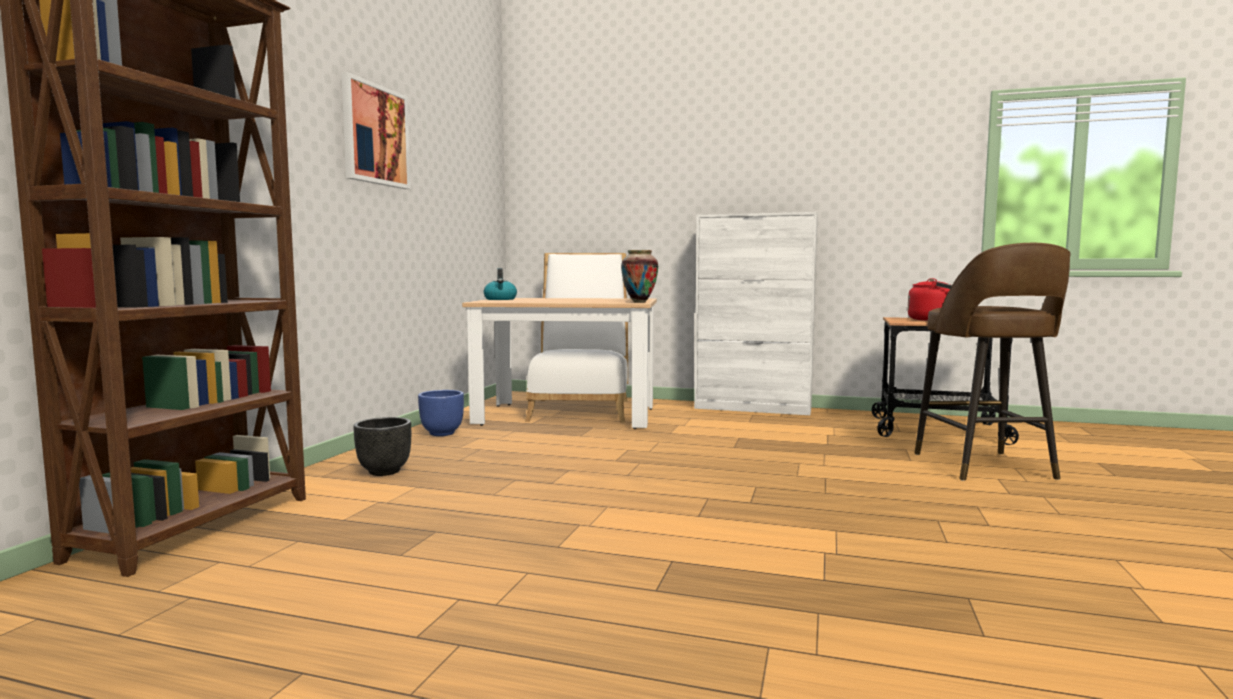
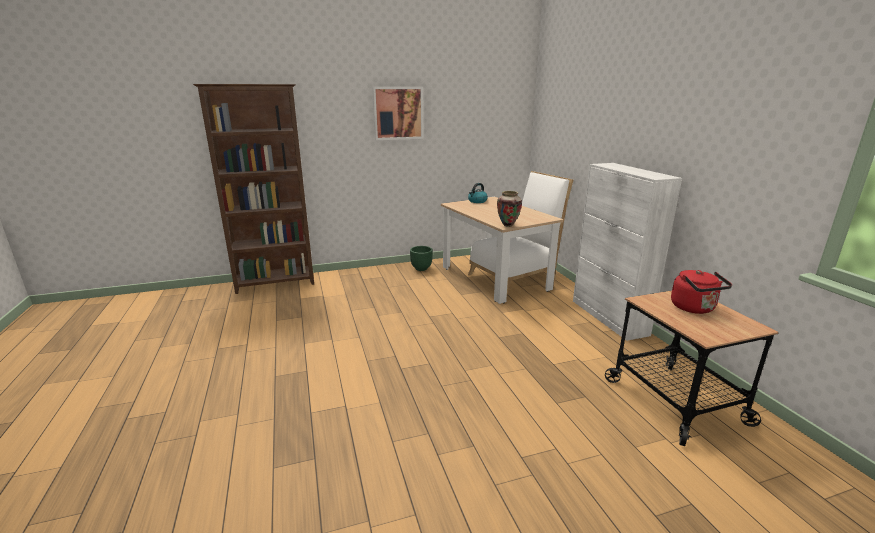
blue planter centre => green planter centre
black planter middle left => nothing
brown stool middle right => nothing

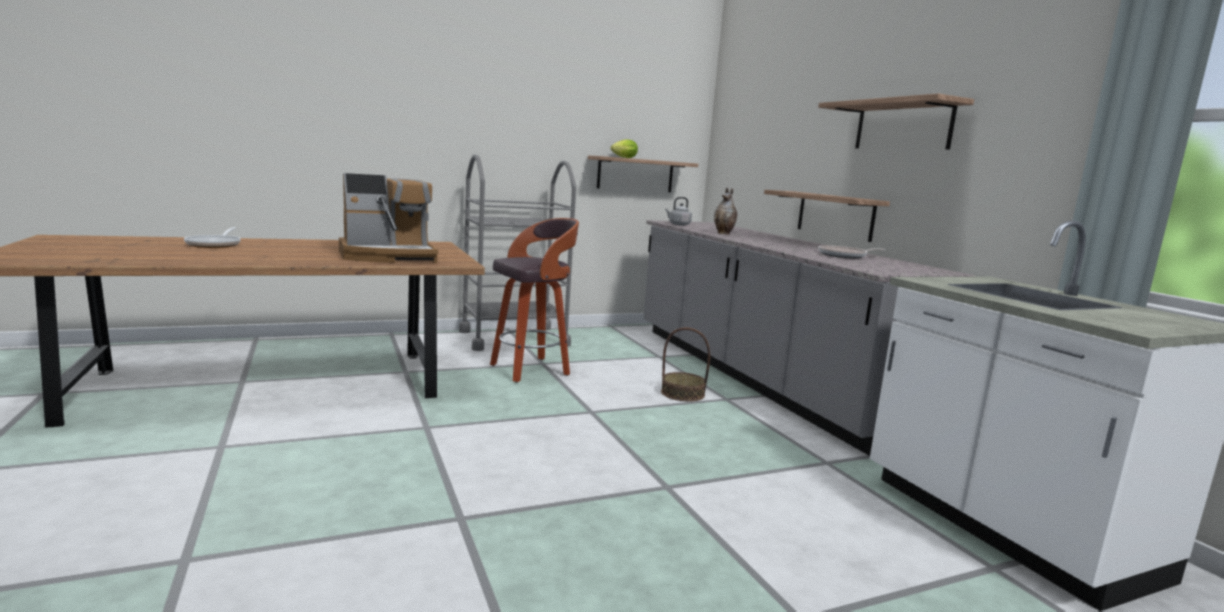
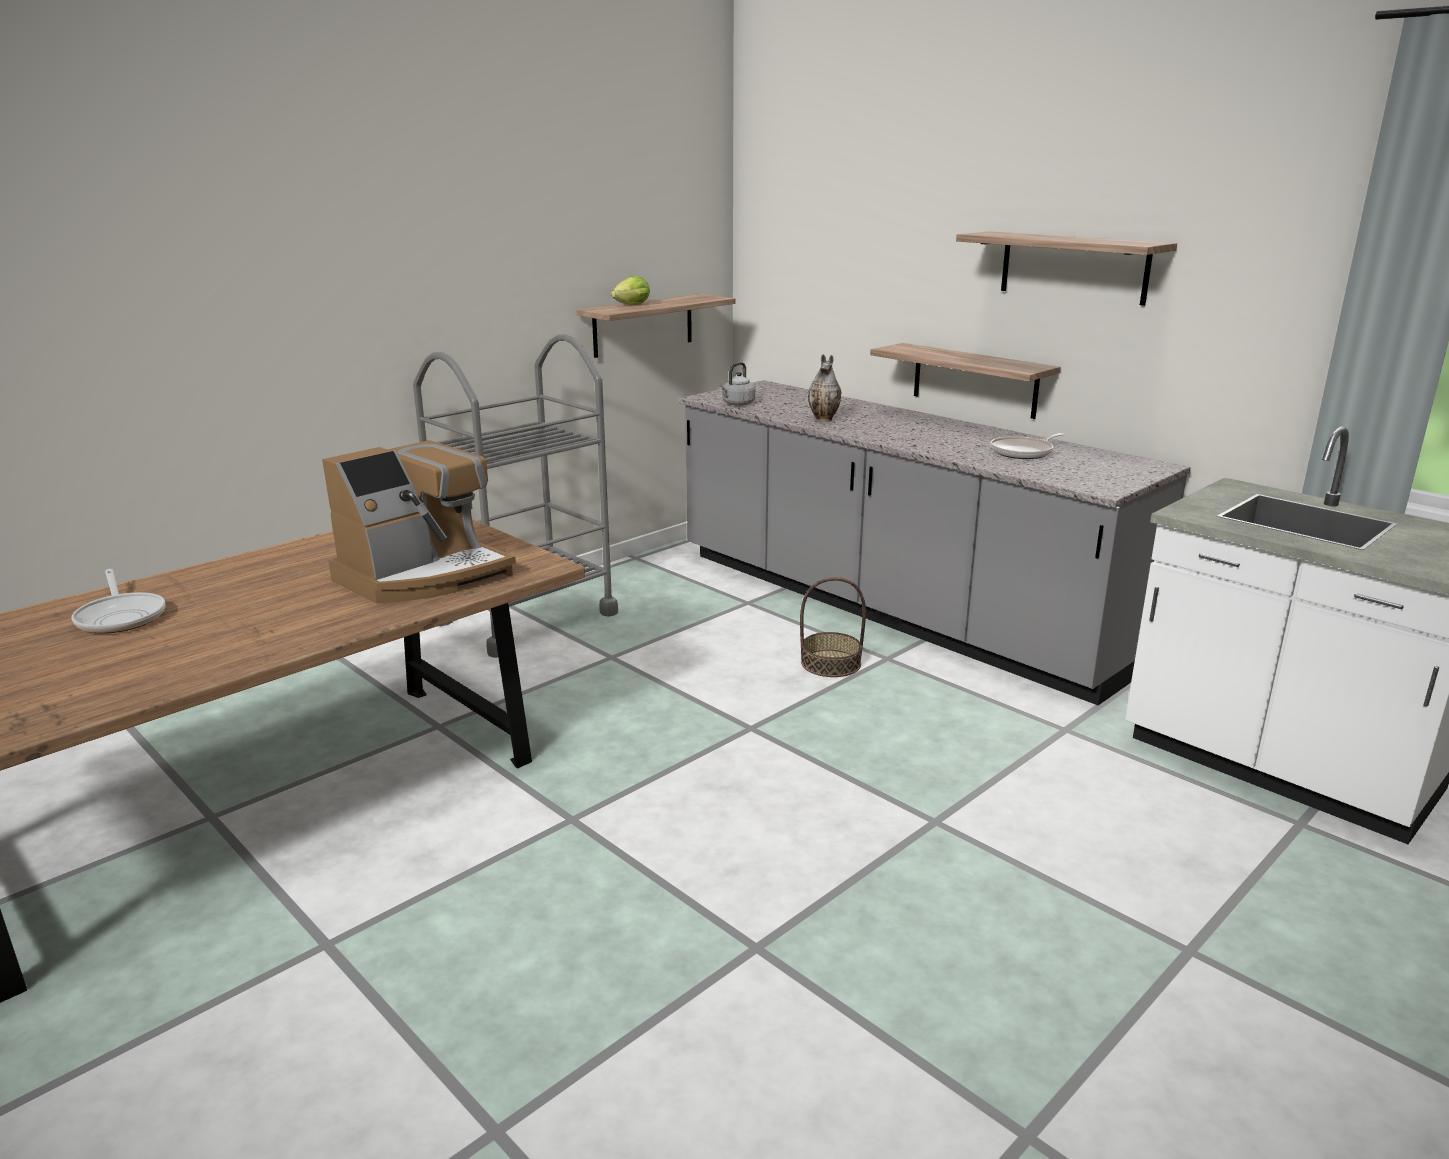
stool centre => nothing

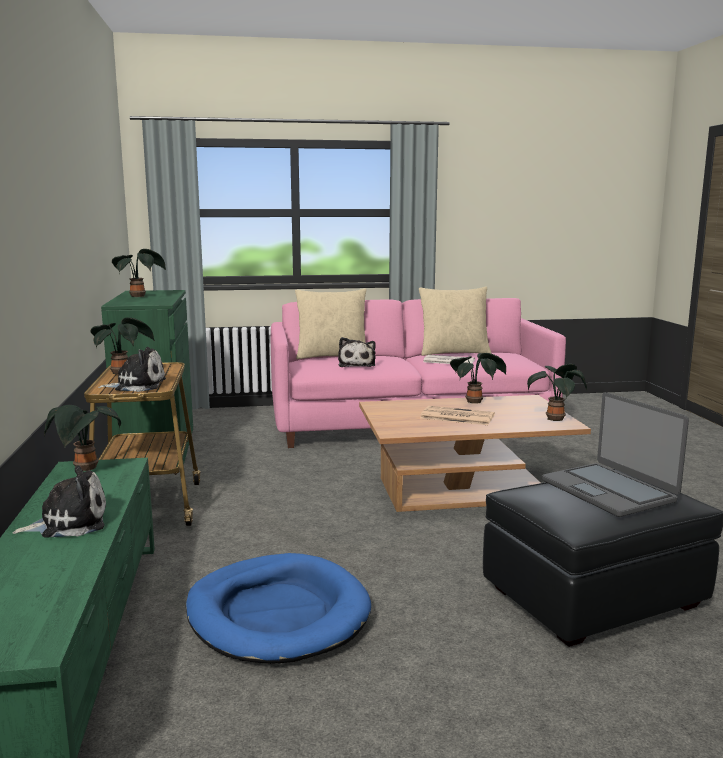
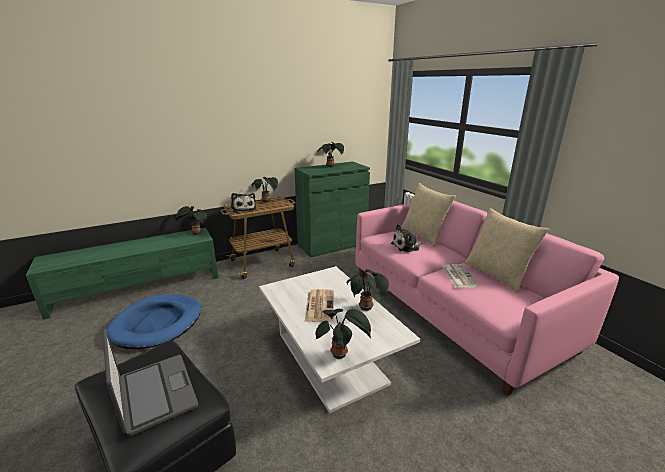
laptop middle right => laptop bottom left, 105 degrees clockwise
brown coffee table centre => white coffee table bottom centre
plush toy (no. 1 from left) middle left => nothing

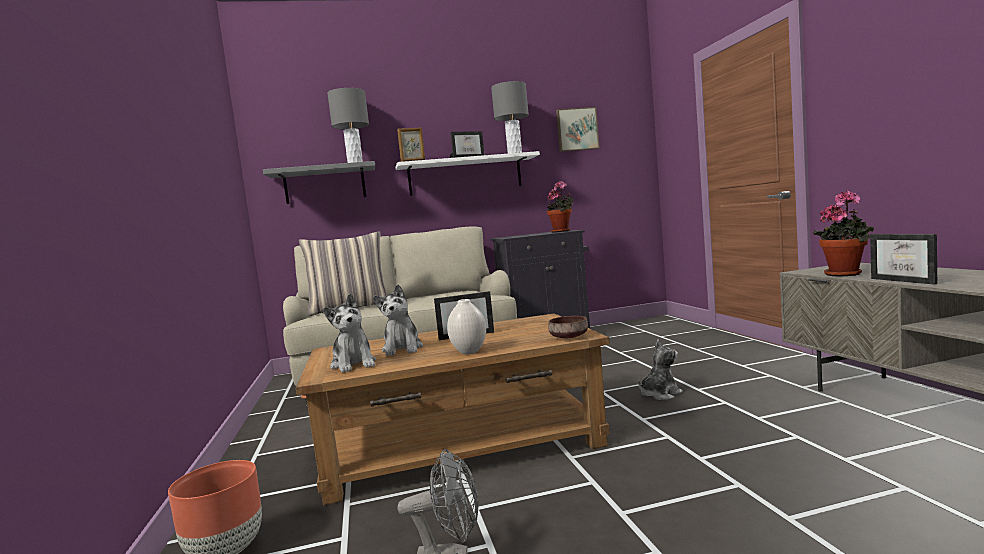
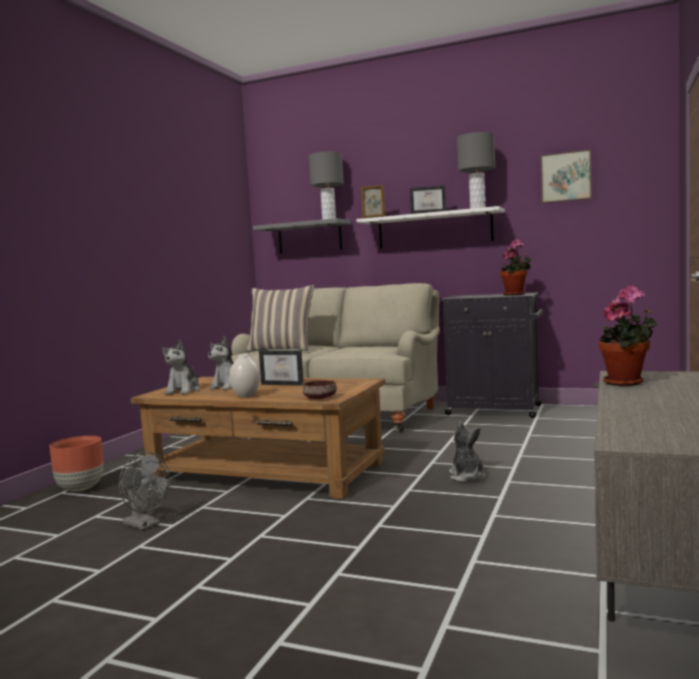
plush toy (no. 3 from left) bottom right => plush toy (no. 3 from left) middle right, 105 degrees counterclockwise
picture frame (no. 4 from left) middle right => nothing

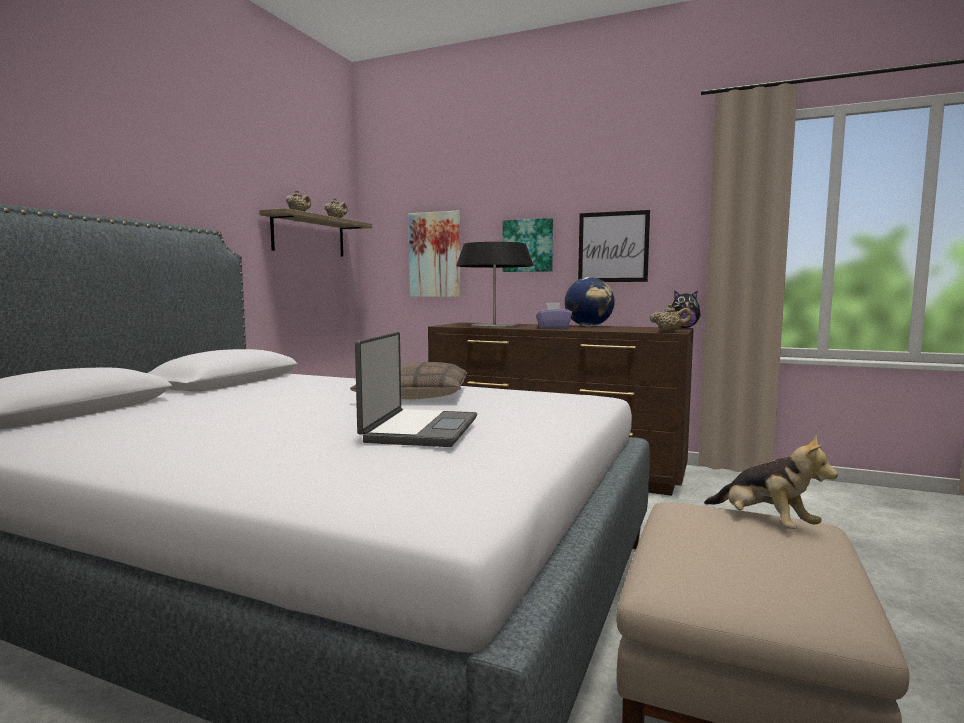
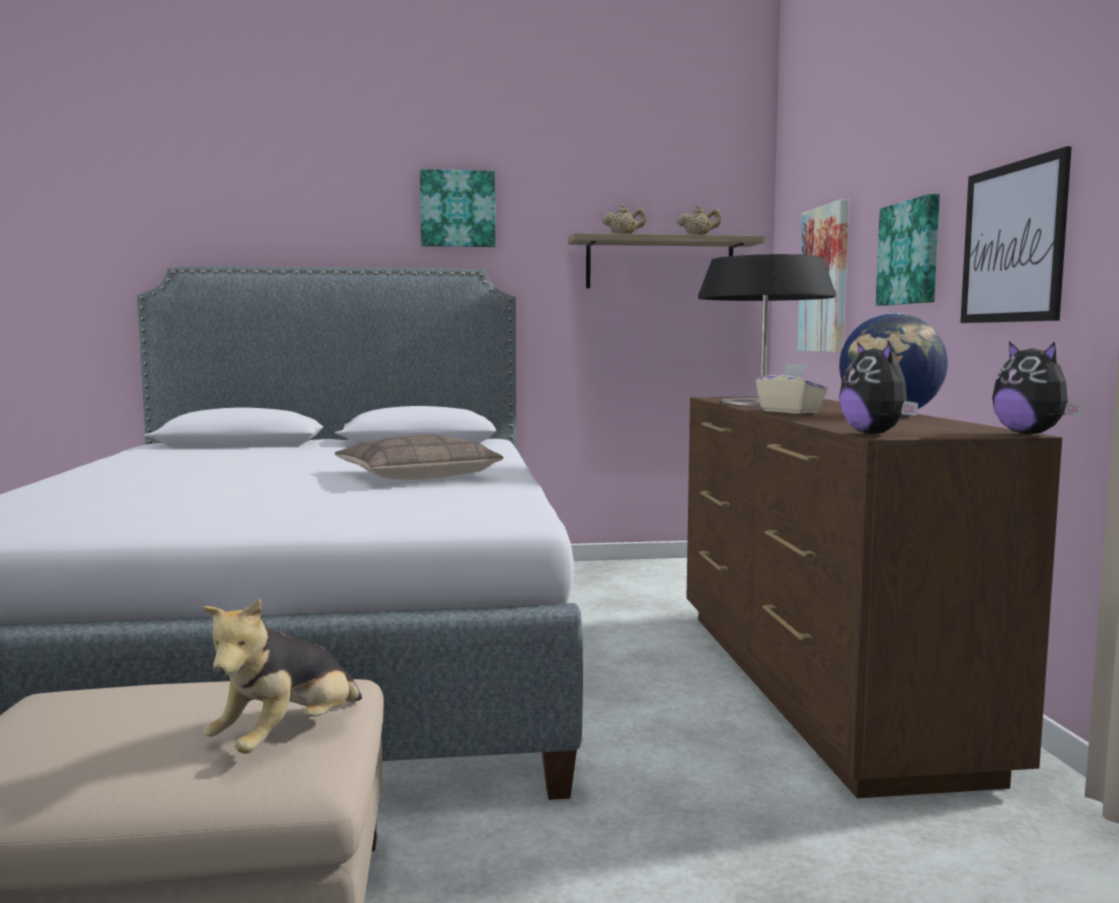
nothing => picture (no. 1 from left) top centre
purple tissue box centre => beige tissue box middle right
beige teapot (no. 3 from left) middle right => plush toy (no. 2 from left) middle right
laptop centre => nothing

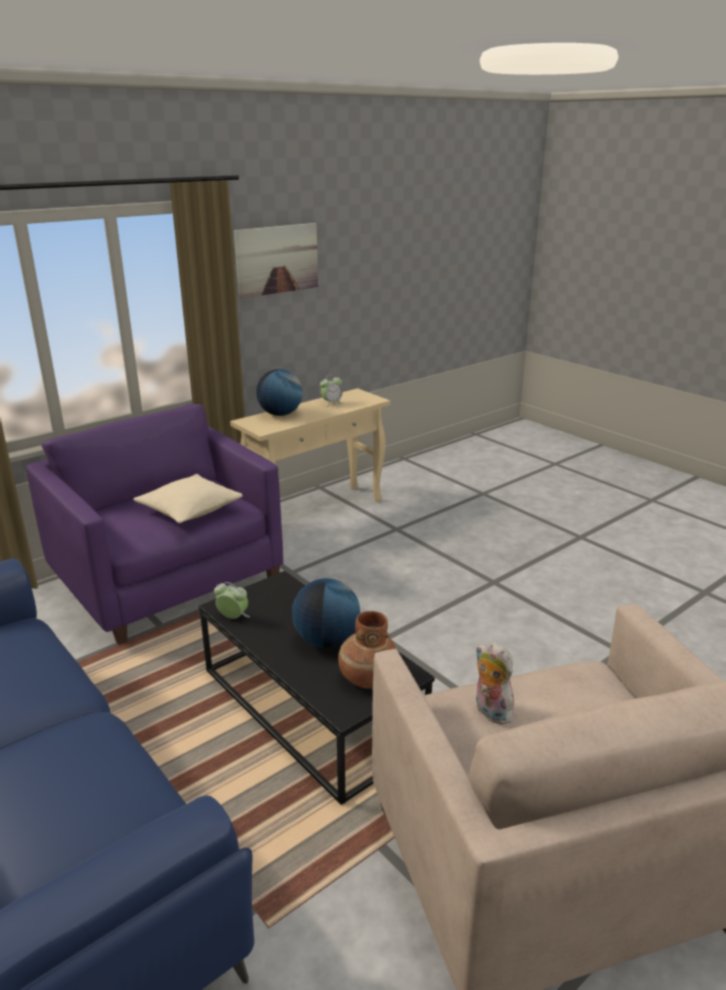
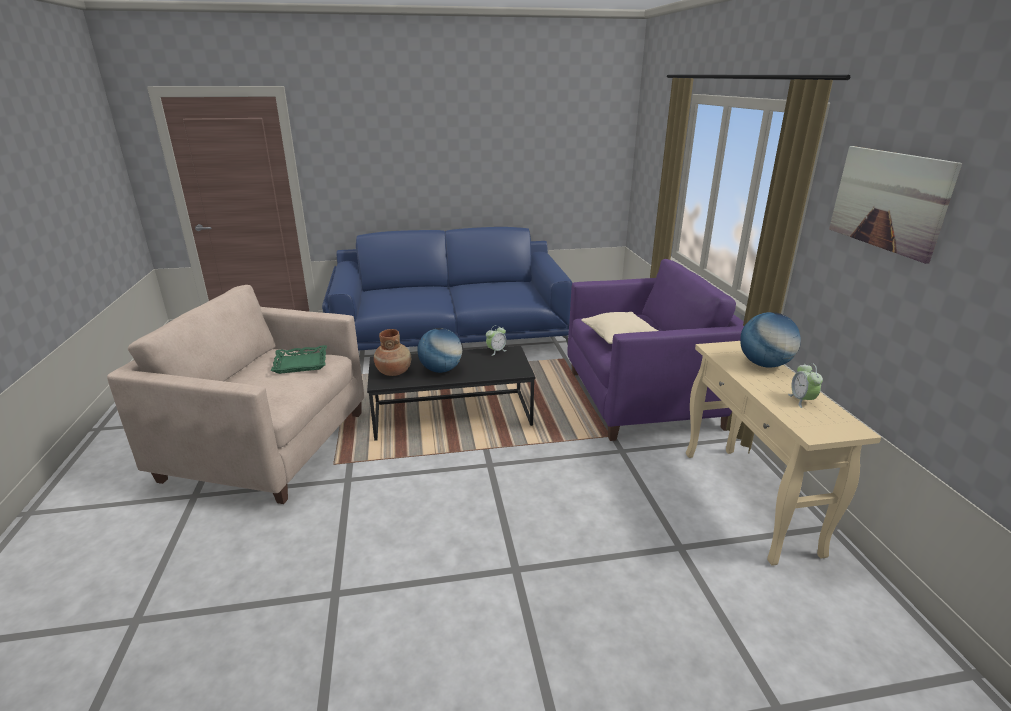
plush toy bottom right => green tray middle left

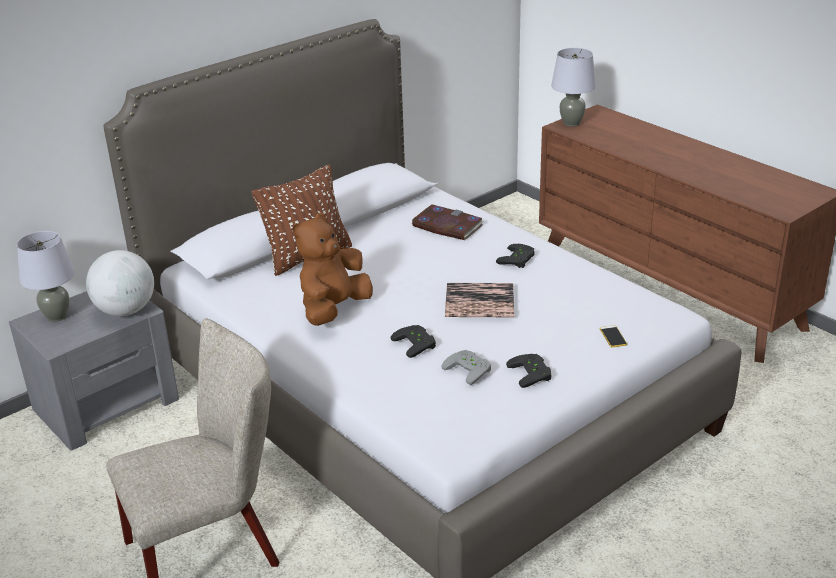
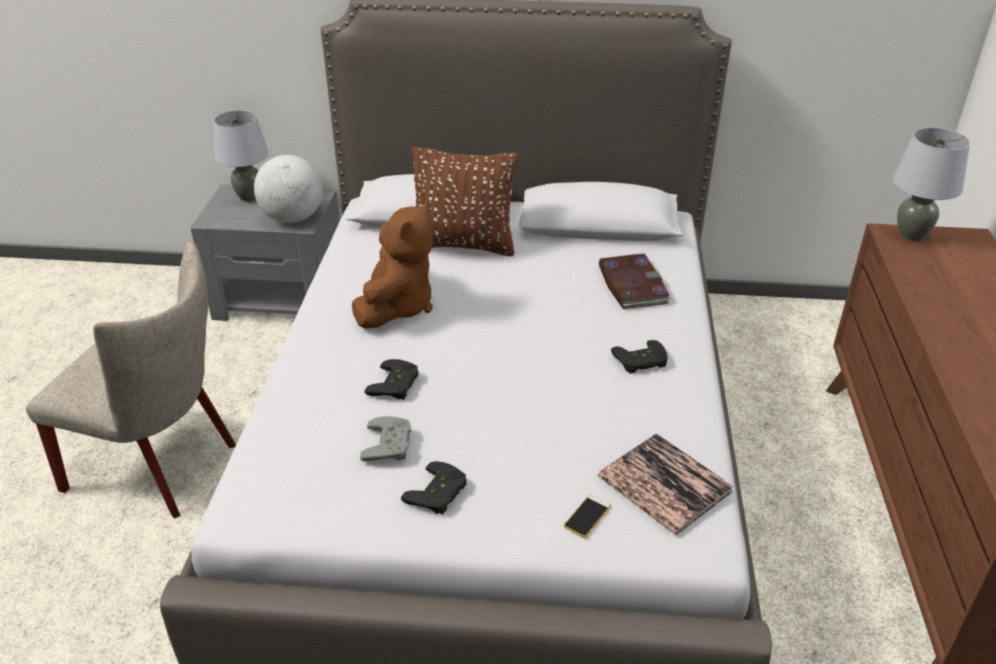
brown plush toy centre, 120 degrees clockwise
book (no. 2 from left) centre => book (no. 2 from left) bottom right, relocated

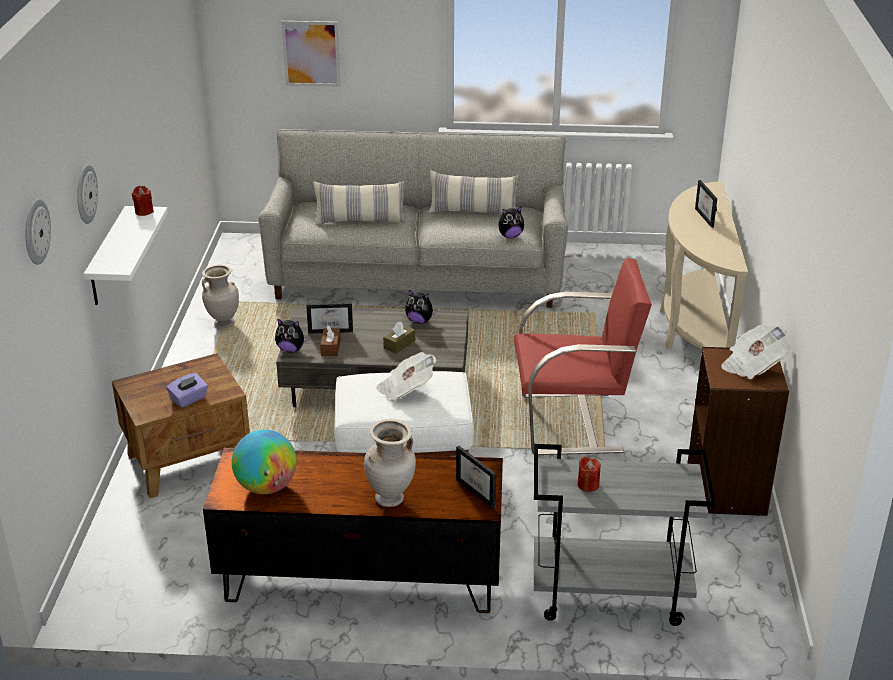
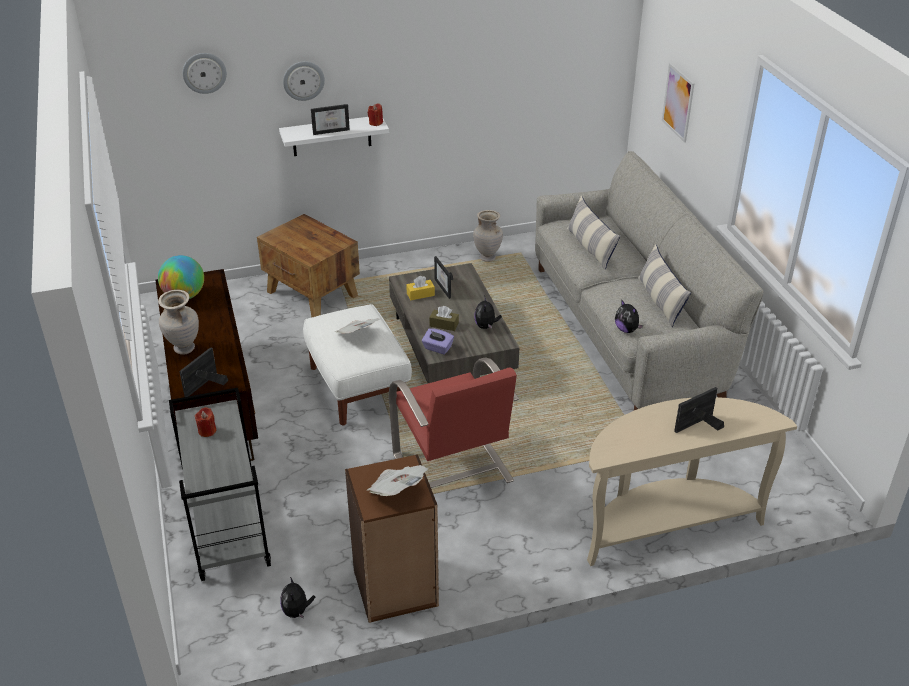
plush toy (no. 1 from left) middle left => plush toy (no. 1 from left) bottom left, relocated
nothing => picture frame (no. 2 from left) top centre
brown tissue box (no. 1 from left) centre => yellow tissue box centre
purple tissue box middle left => purple tissue box centre, relocated

